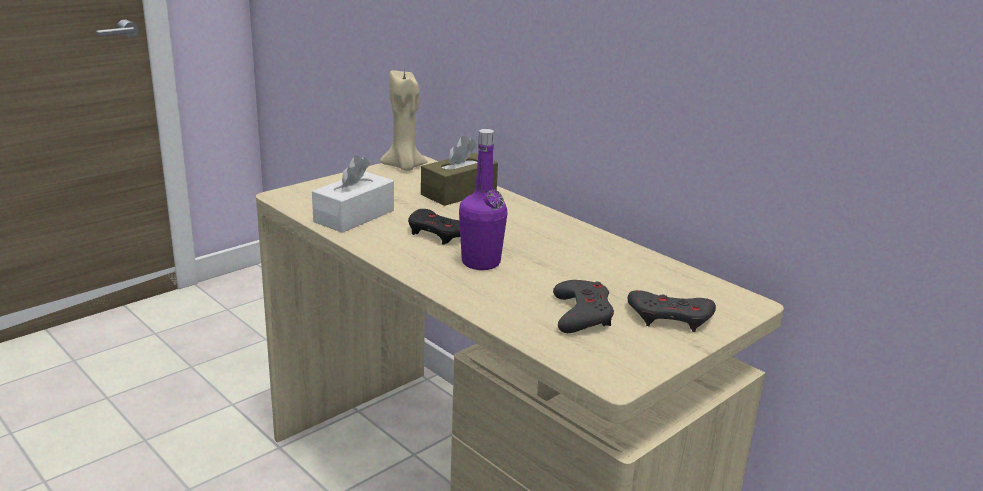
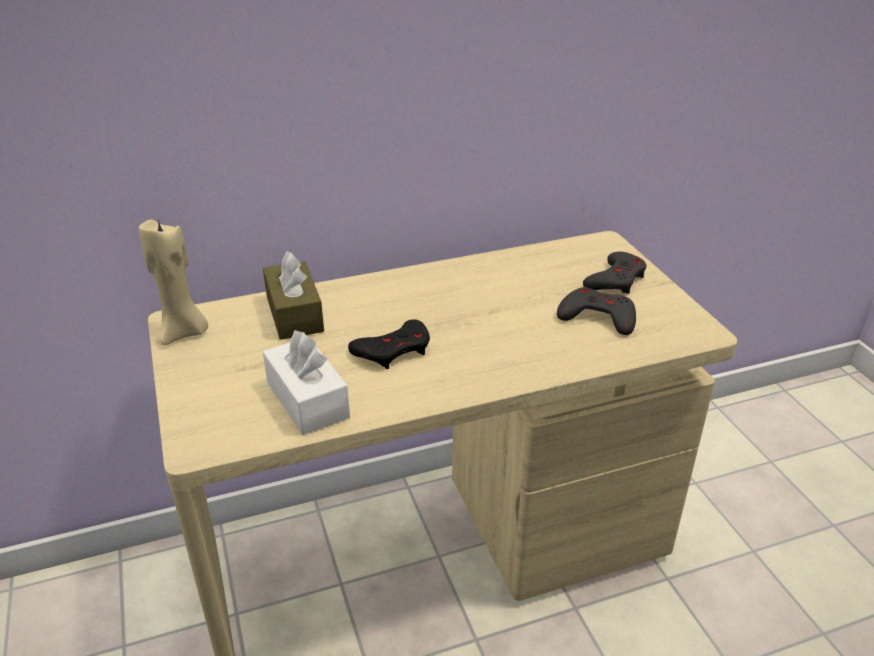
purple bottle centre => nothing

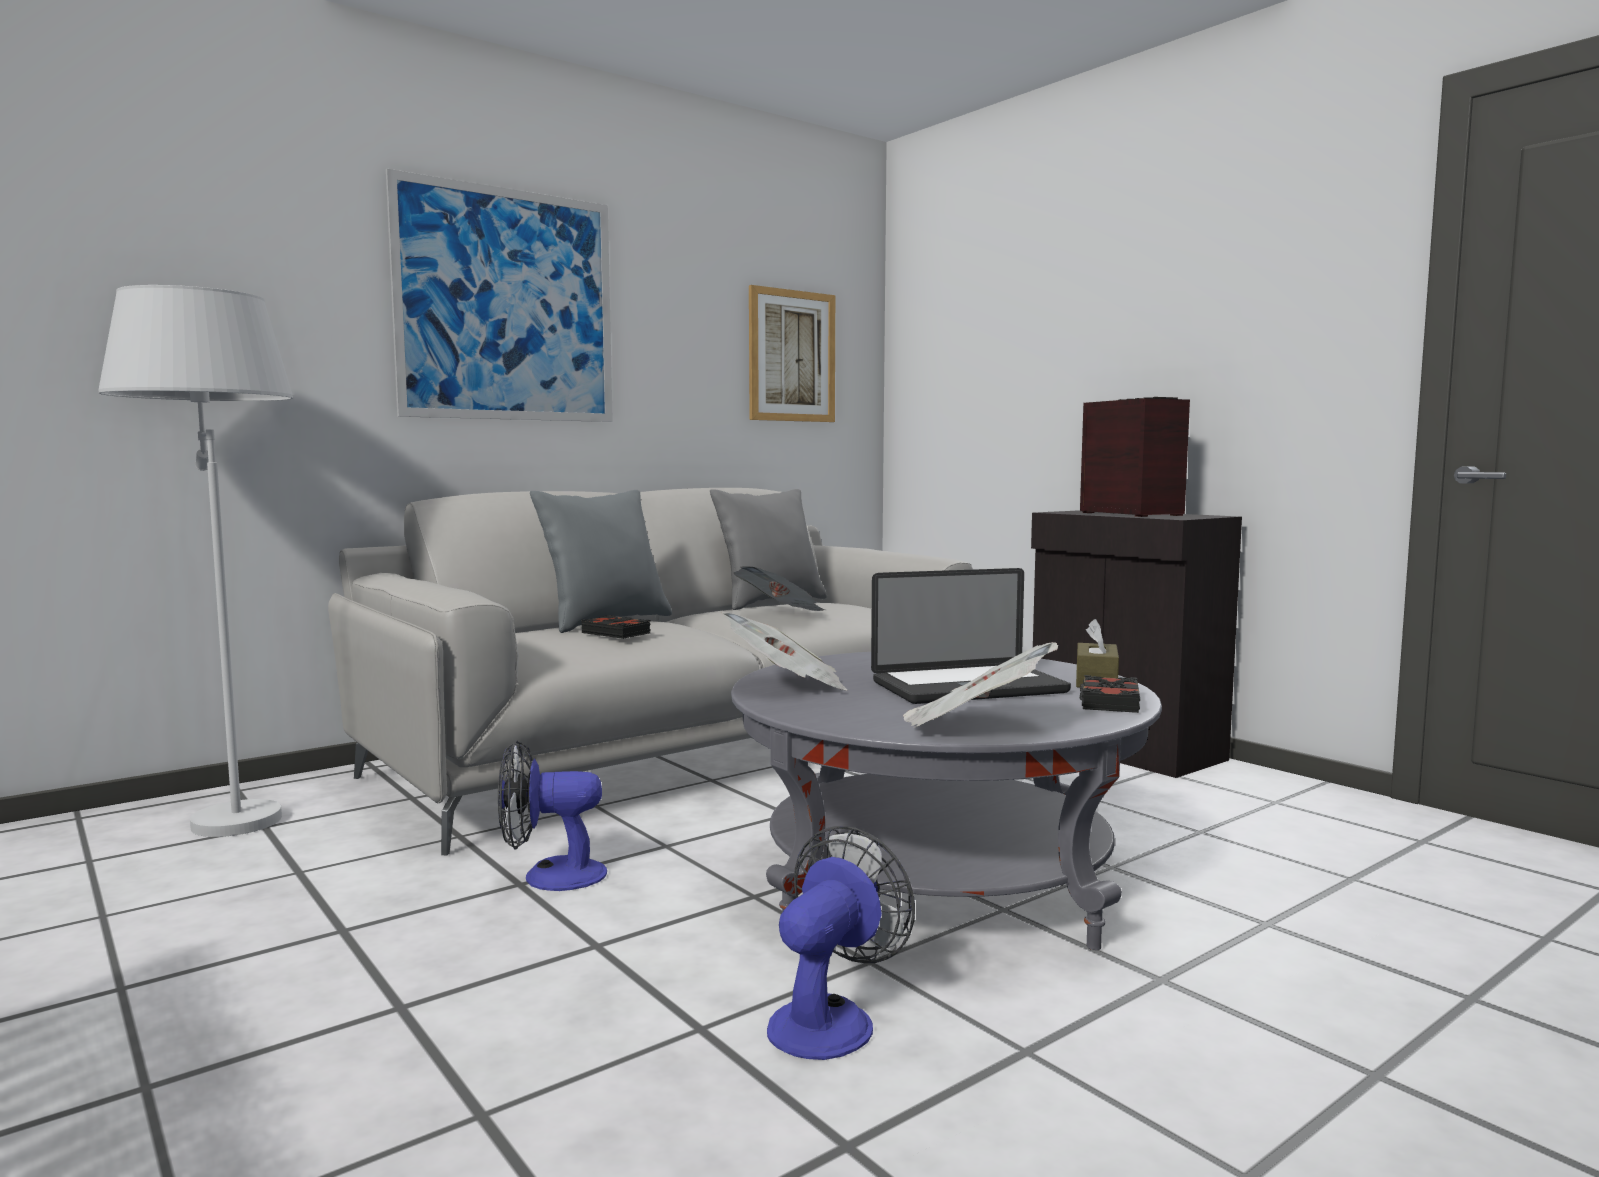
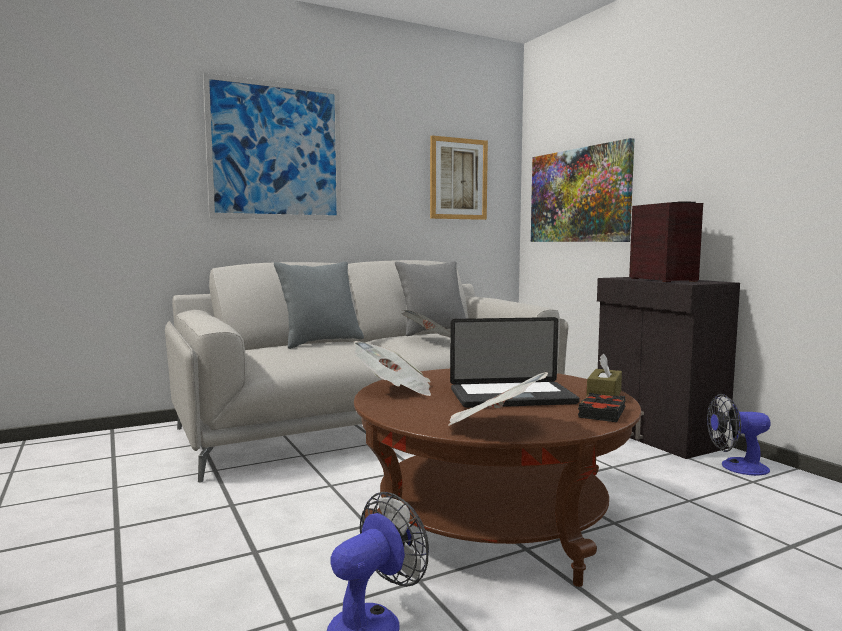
grey coffee table bottom centre => brown coffee table bottom centre
nothing => picture (no. 3 from left) top right
fan (no. 1 from left in the first image) bottom centre => fan (no. 2 from left) bottom right, relocated
white floor lamp middle left => nothing
black book (no. 1 from left) centre => nothing

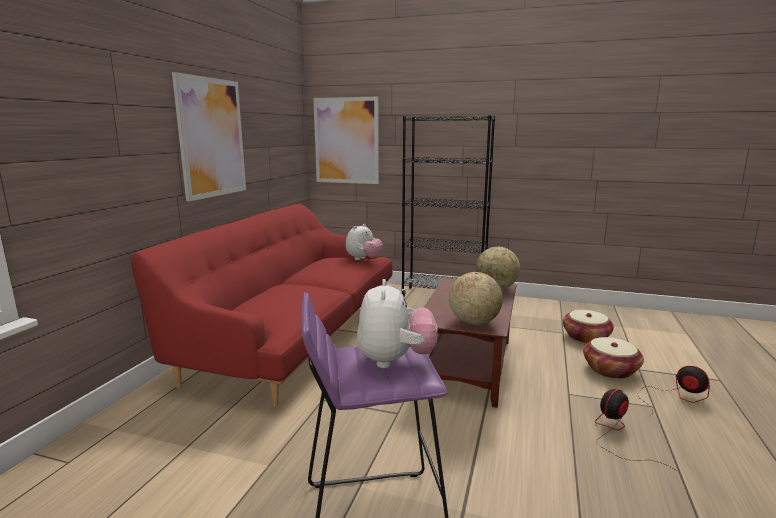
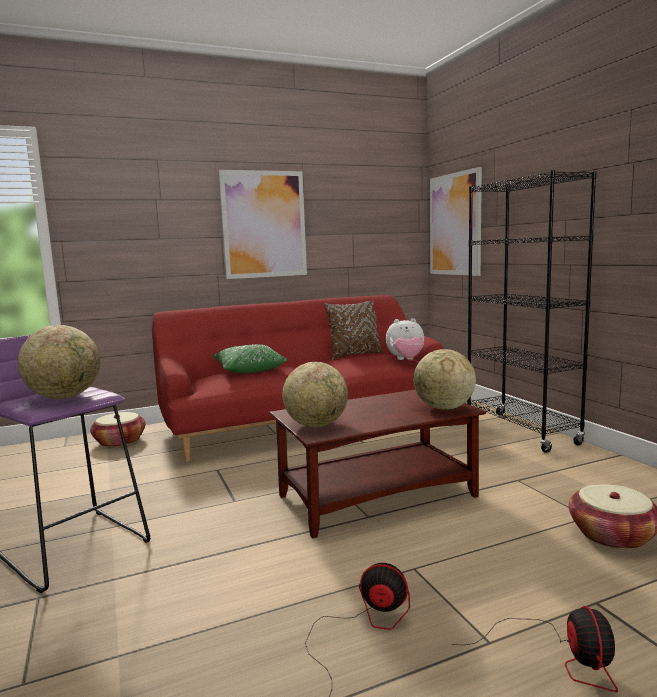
plush toy (no. 2 from left) centre => globe (no. 1 from left) middle left
basket (no. 2 from left in the first image) bottom right => basket (no. 1 from left) middle left, relocated
nothing => green pillow centre
nothing => brown pillow centre

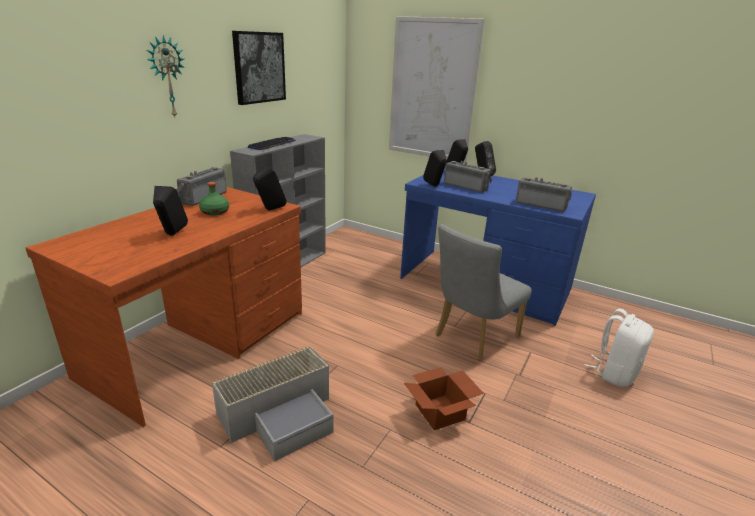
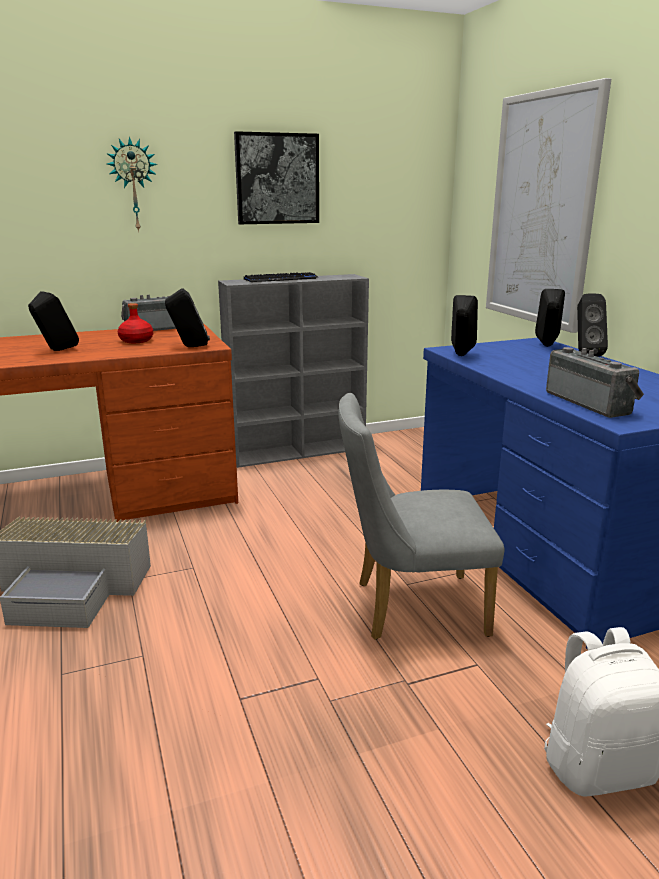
green bottle middle left => red bottle middle left
cardboard box bottom centre => nothing
radio (no. 2 from left) centre => nothing

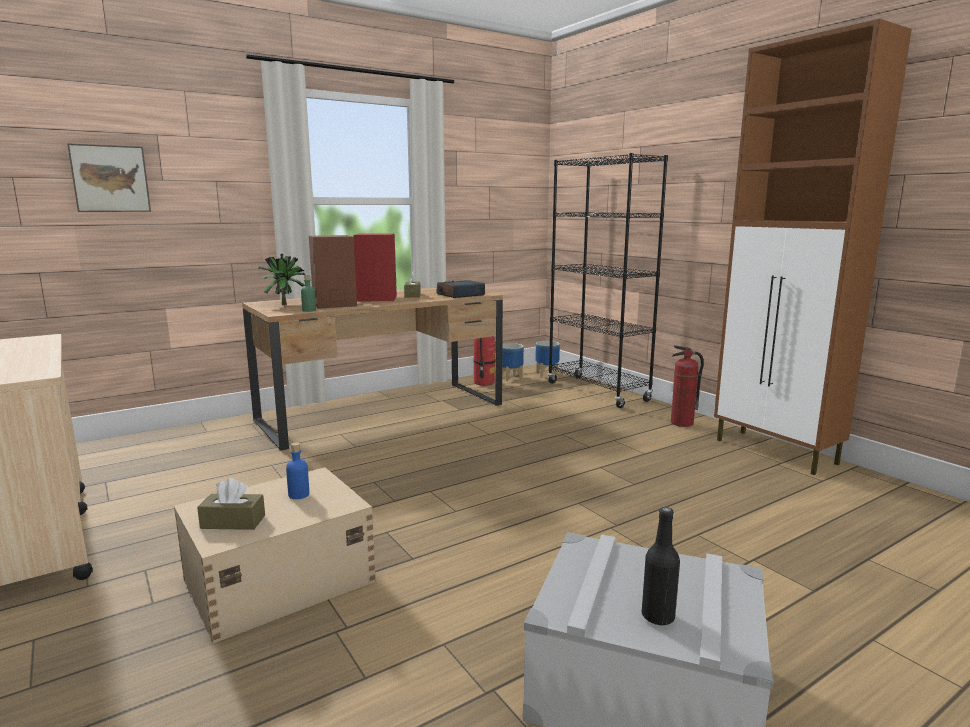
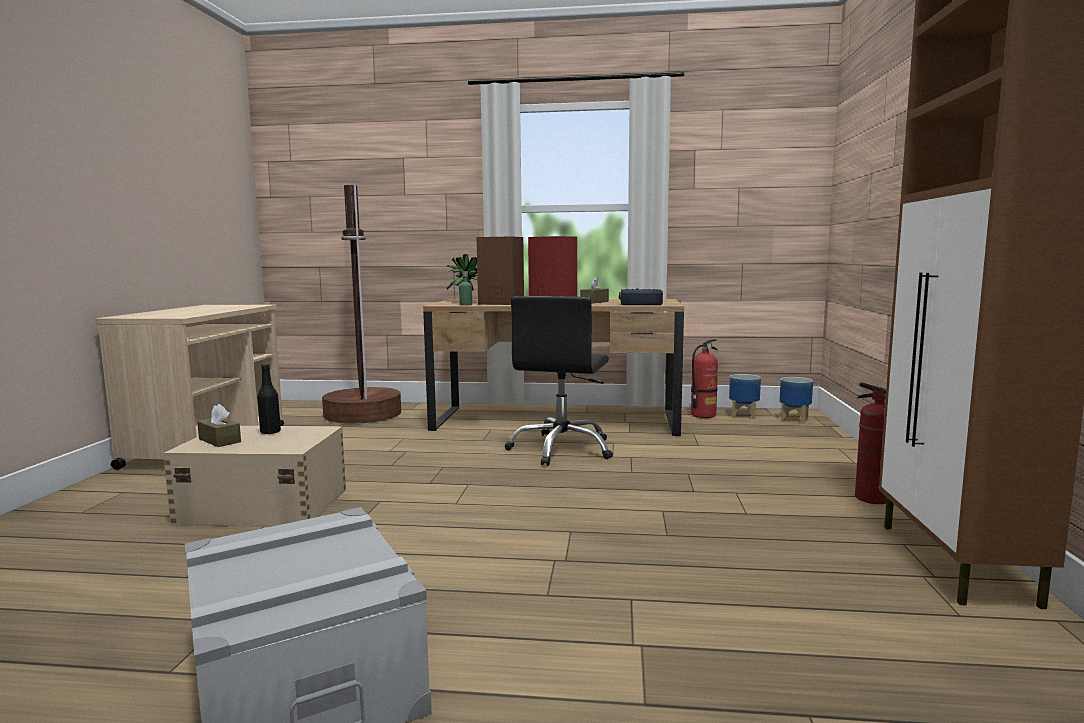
black bottle bottom right => black bottle middle left, relocated
nothing => brown floor lamp middle left
nothing => black office chair centre
picture top left => nothing
blue bottle middle left => nothing
black bookcase centre => nothing

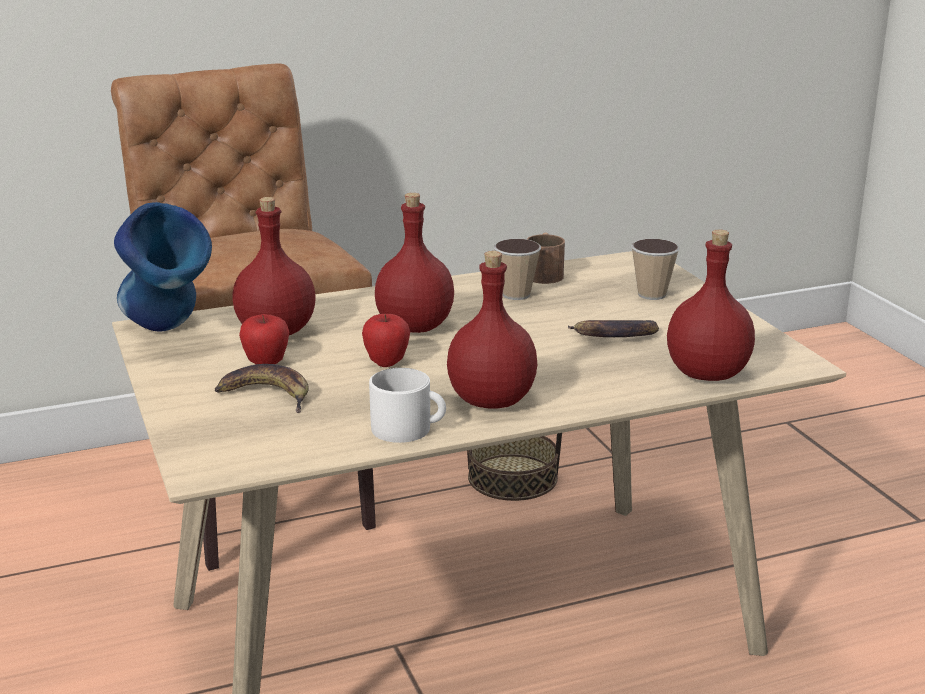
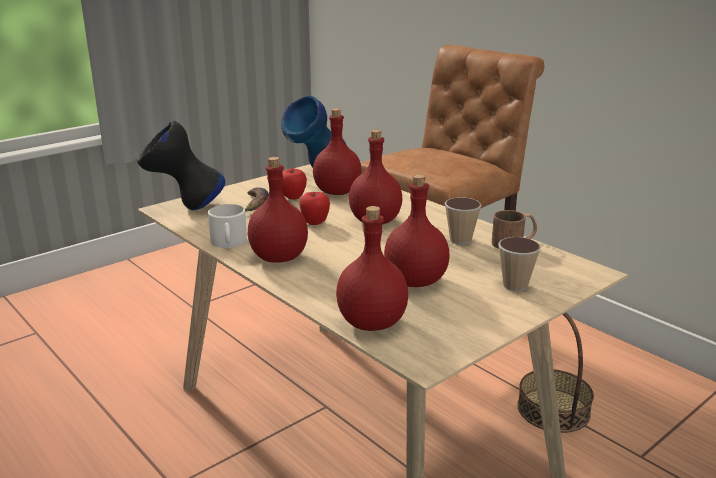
nothing => black vase middle left
banana (no. 2 from left) centre => red bottle (no. 5 from left) centre

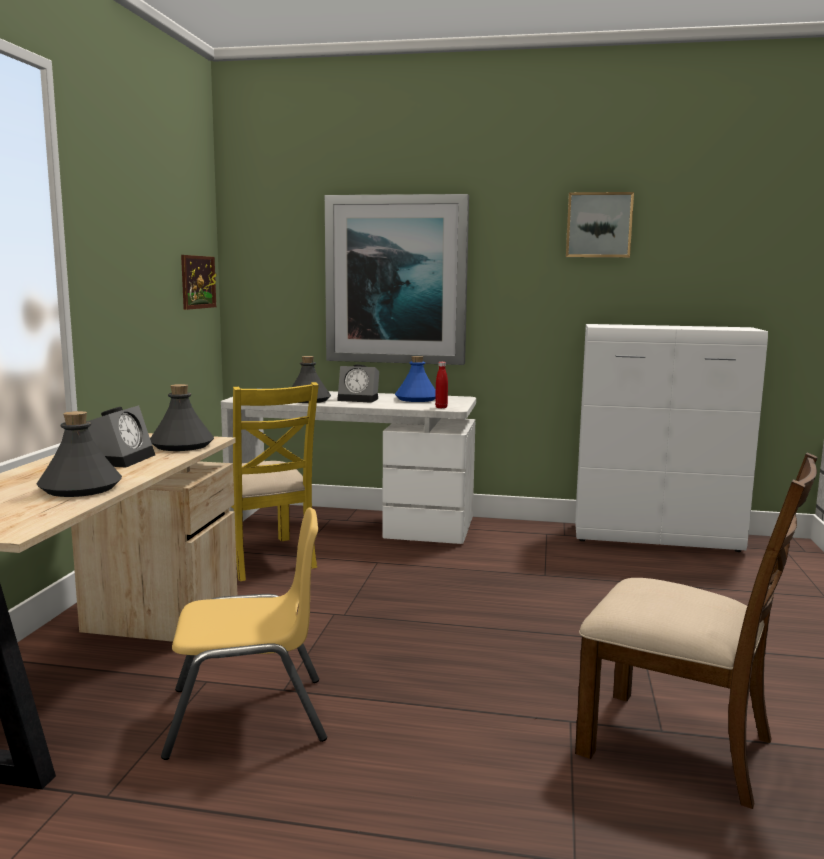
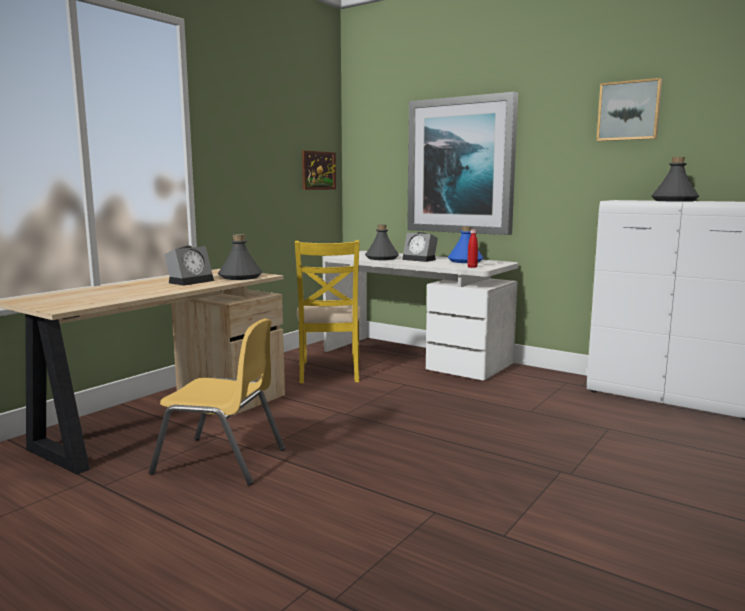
grey bottle (no. 1 from left in the first image) middle left => grey bottle (no. 3 from left) top right, relocated
brown chair bottom right => nothing

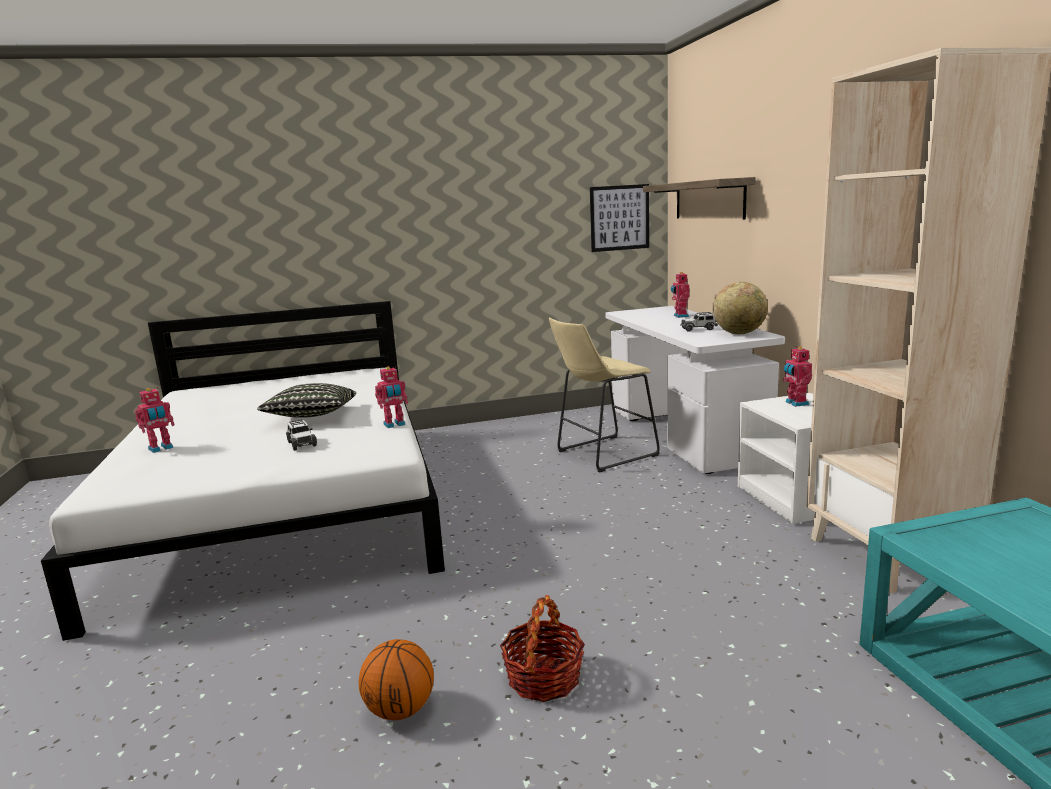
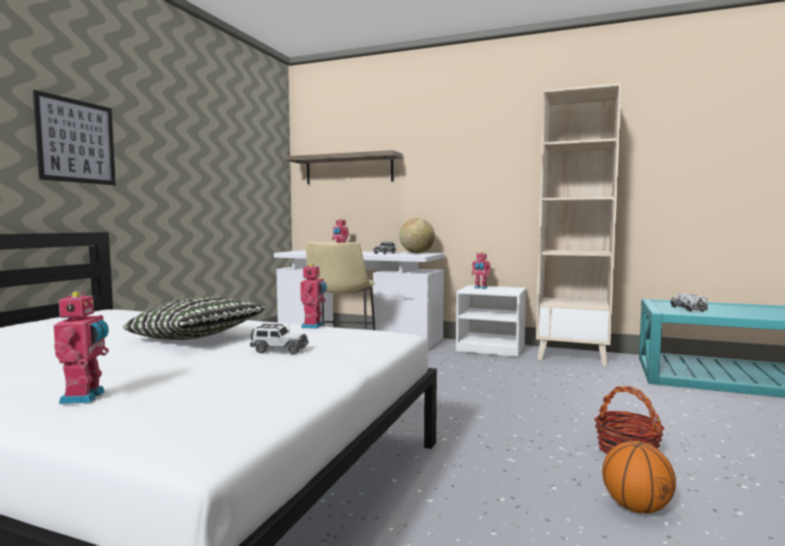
picture top centre => picture top left, relocated
nothing => toy truck middle right

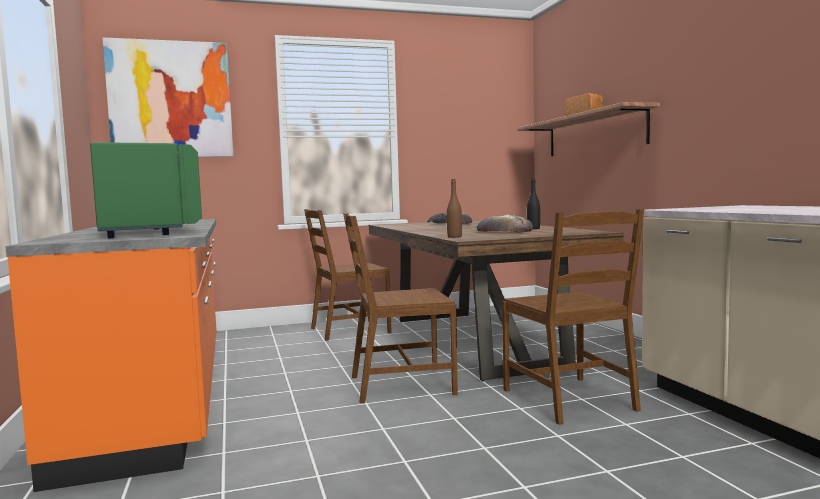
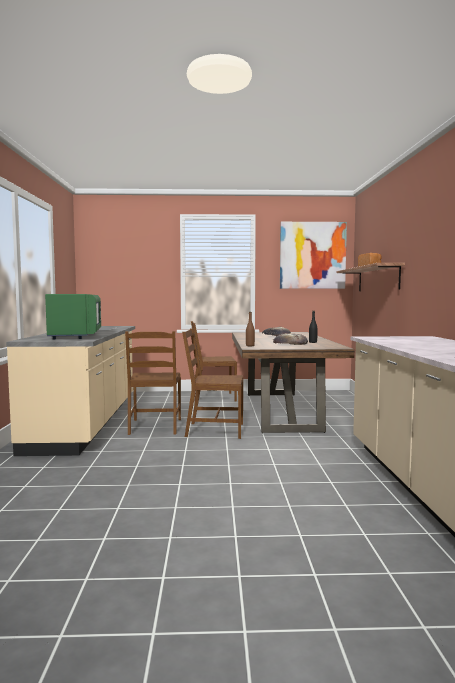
orange counter bottom left => beige counter (no. 1 from left) middle left
brown chair (no. 3 from left in the first image) middle right => brown chair (no. 1 from left) centre, relocated
picture top left => picture middle right, relocated

